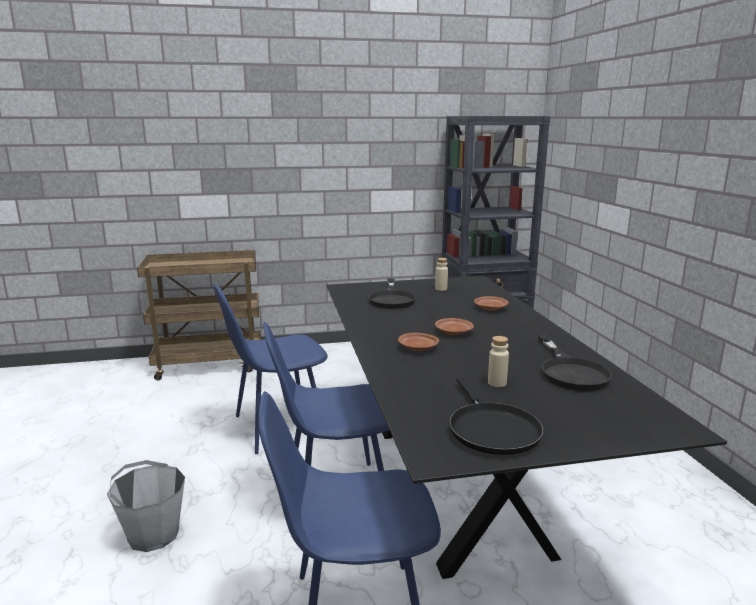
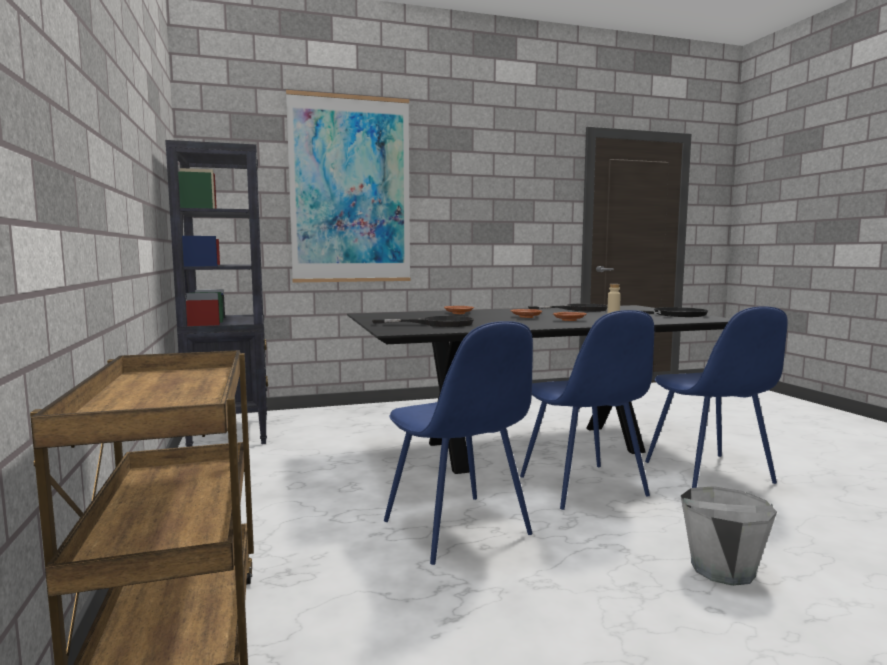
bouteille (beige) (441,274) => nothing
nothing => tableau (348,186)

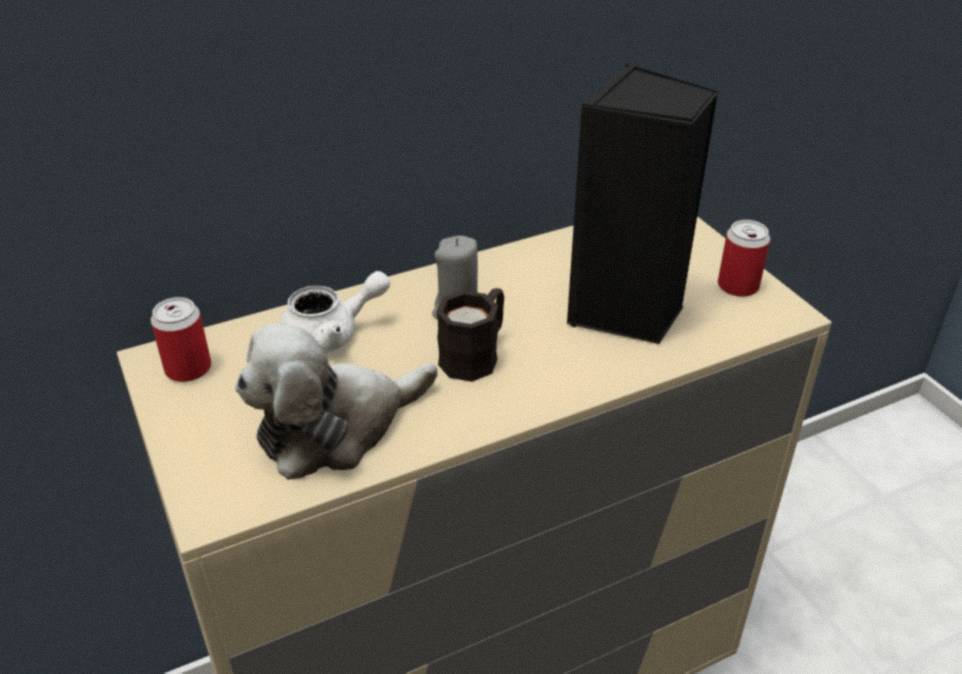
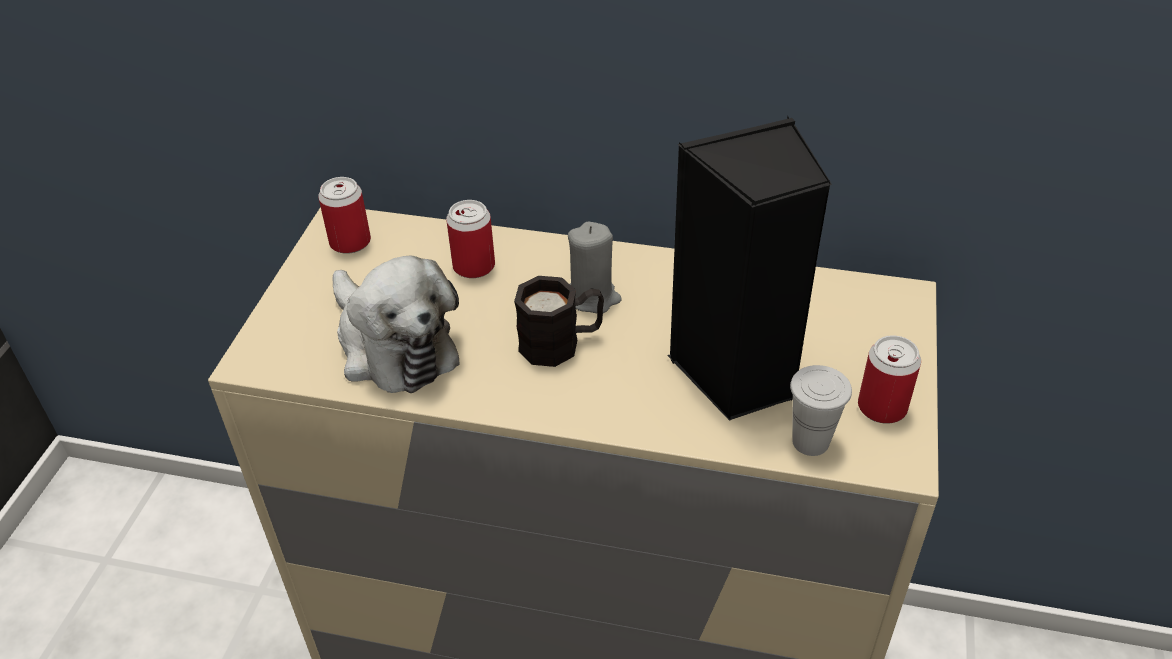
théière (blanc) (334,312) => boîte métallique (470,239)
peluche (336,401) => peluche (396,324), 135 degrees counterclockwise
nothing => tasse (blanc) (821,410)

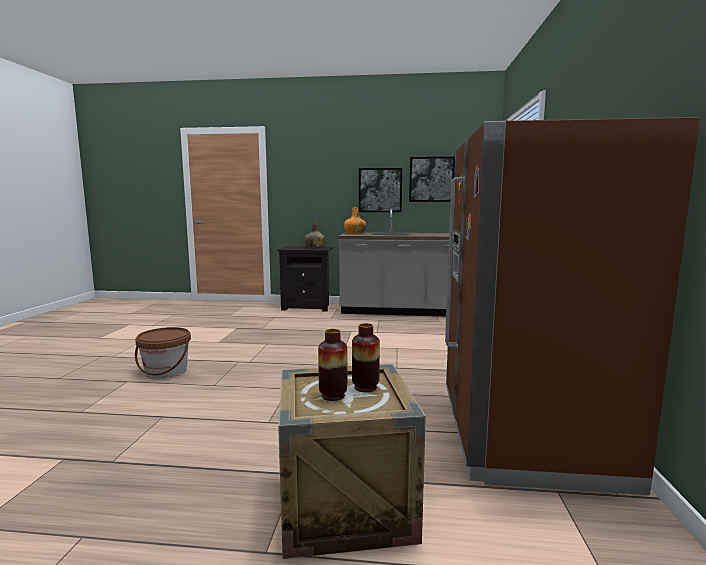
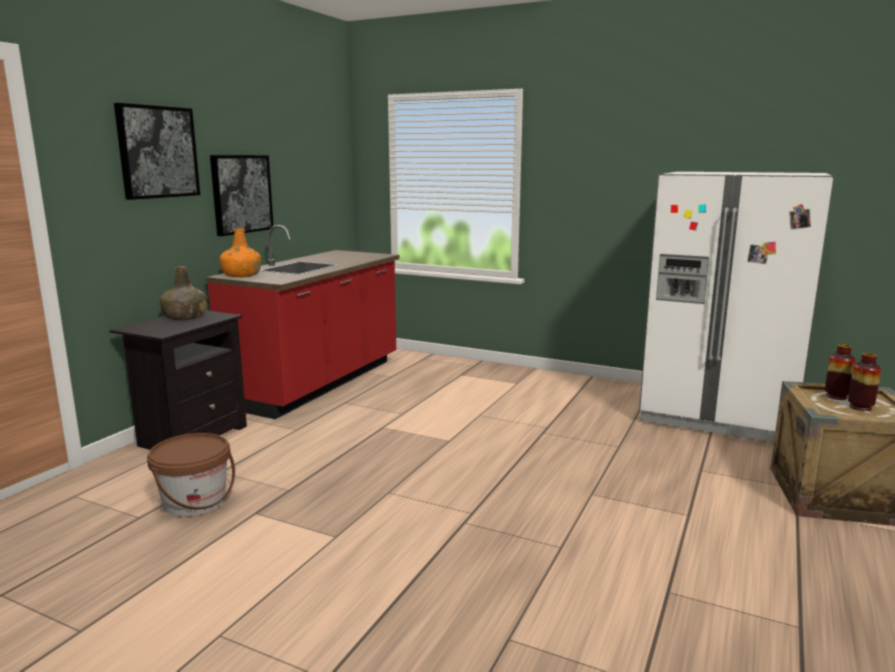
réfrigérateur (marron) (572,306) => réfrigérateur (blanc) (736,307)
tableau (432,179) => tableau (157,151), shifted
comptoir de cuisine (gris) (393,262) => comptoir de cuisine (rouge) (303,322)
seau (marron) (163,353) => seau (marron) (191,475), shifted

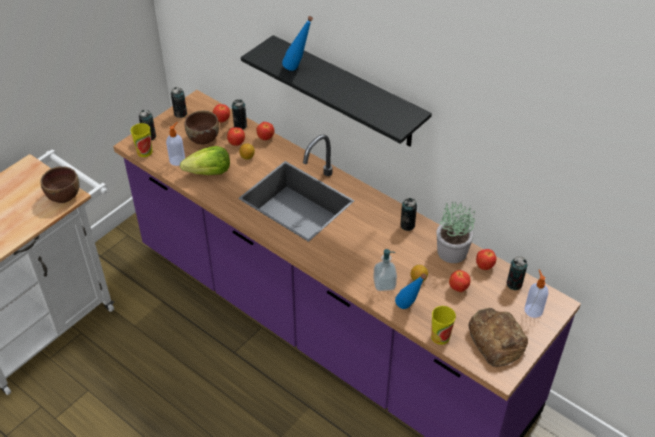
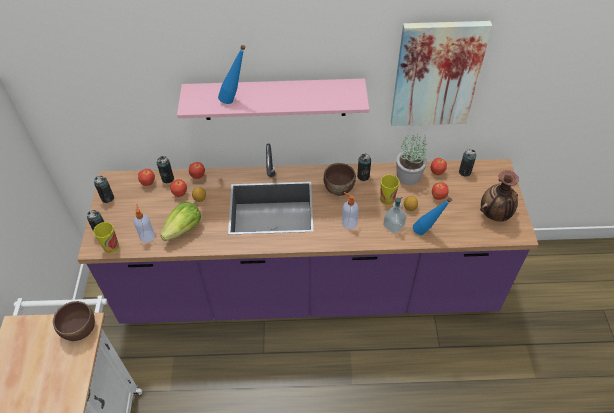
étagère (noir) (336,91) => étagère (rose) (273,99)
bol (marron) (202,127) => bol (marron) (340,179), shifted
distributeur de savon (536,293) => distributeur de savon (350,210), shifted
tasse (443,325) => tasse (389,190), shifted
pain (498,337) => vase (499,196)
nothing => tableau (441,73)

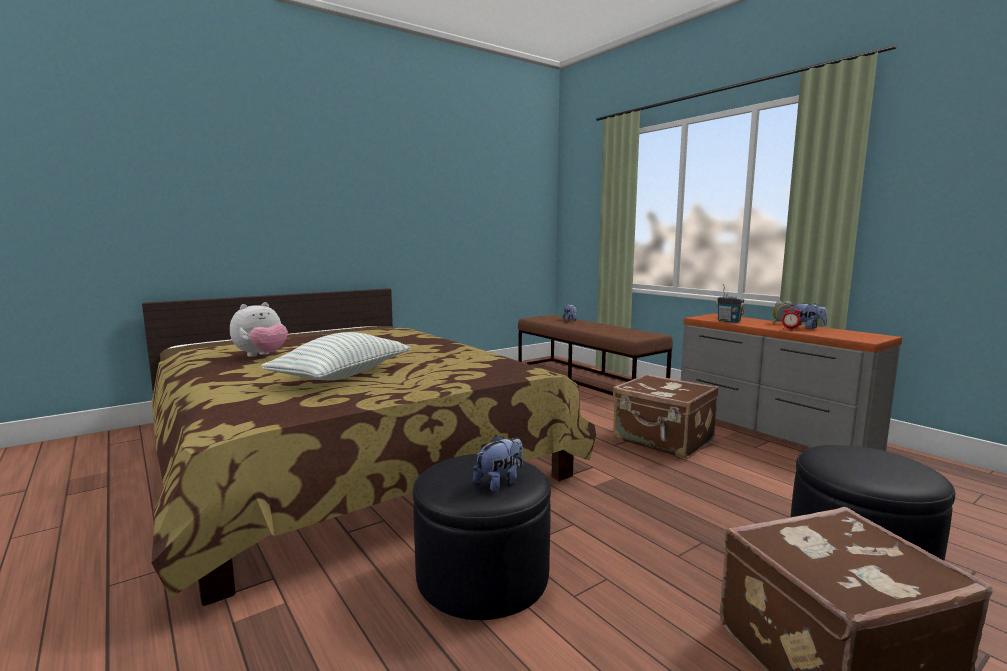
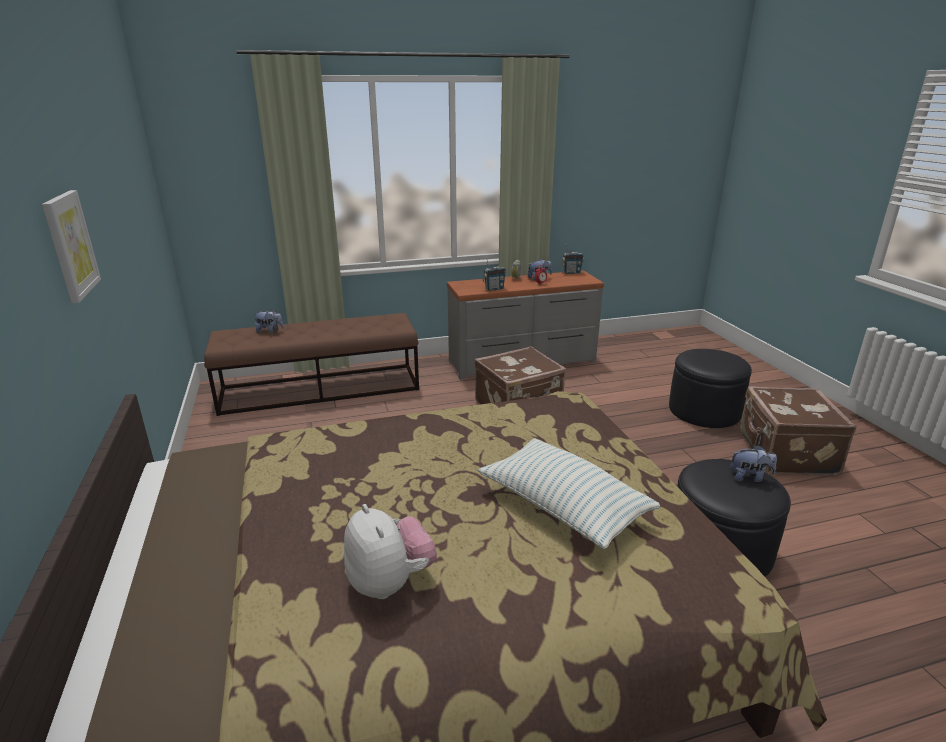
peluche (498,463) => peluche (753,463), 120 degrees clockwise
nothing => tableau (71,246)
nothing => radio (572,258)

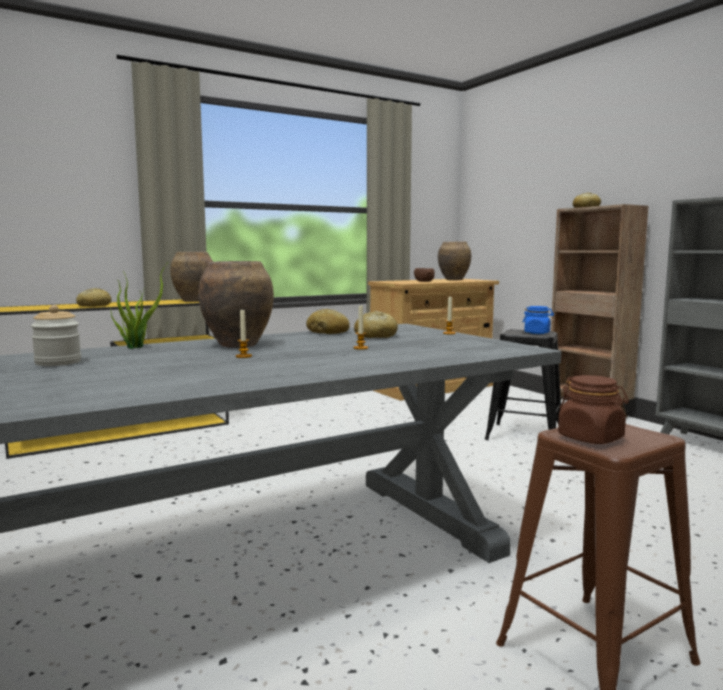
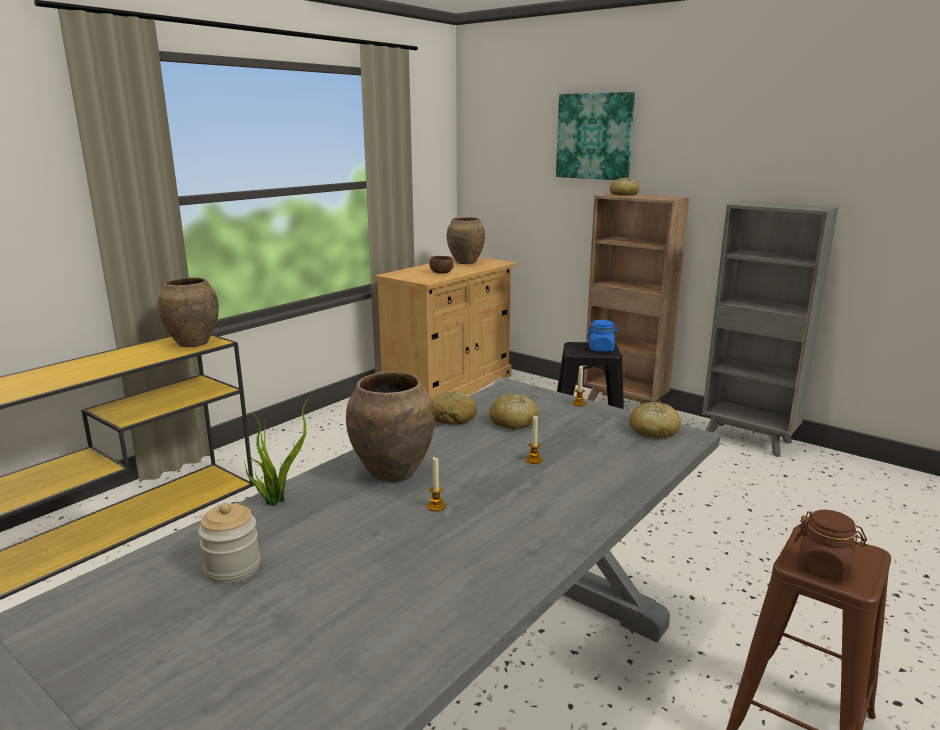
pain (93,297) => pain (655,420), shifted
nothing => tableau (595,136)

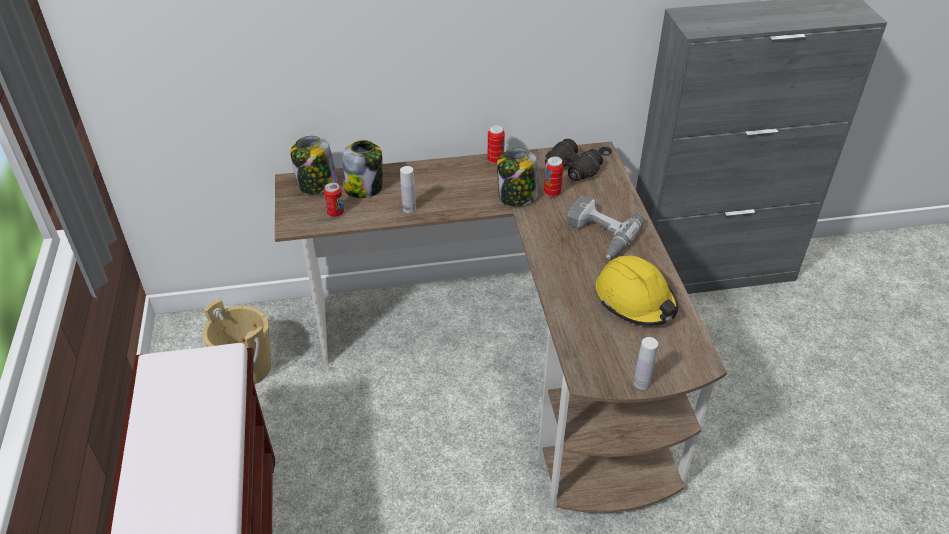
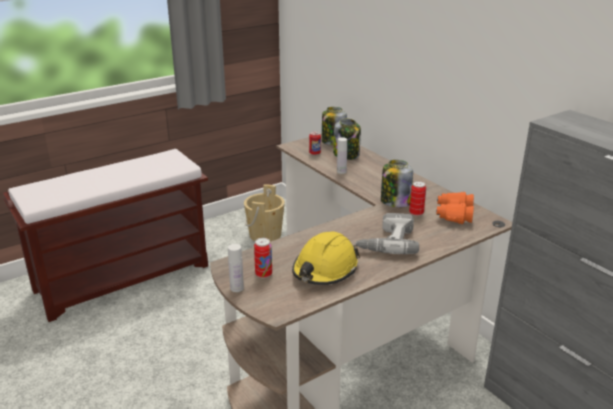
boîte métallique (496,144) => boîte métallique (263,258), shifted
jumelles (noir) (574,160) => jumelles (orange) (455,208)

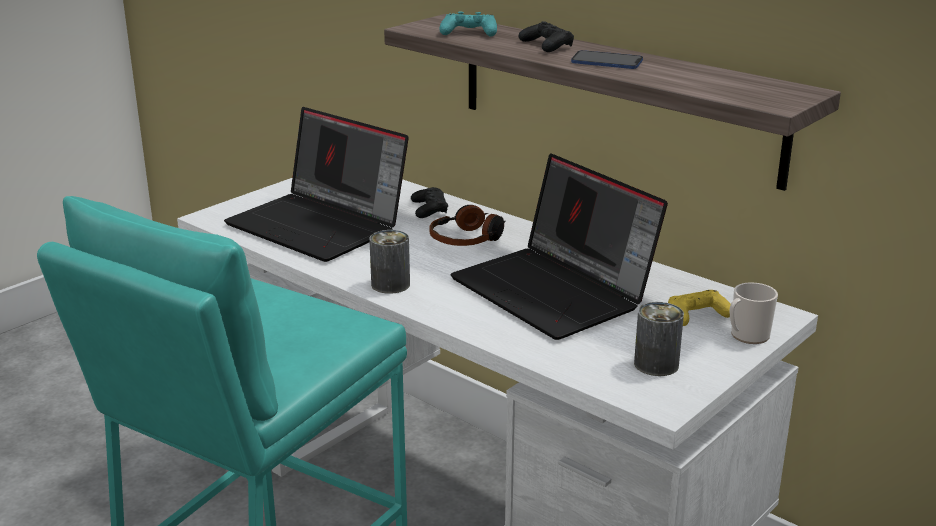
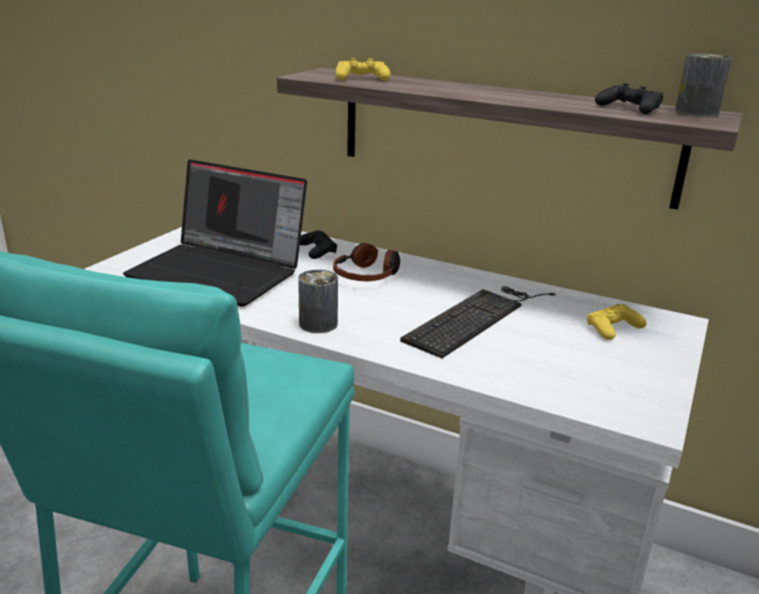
manette (turquoise) (468,24) => manette (jaune) (363,69)
manette (noir) (546,36) => manette (noir) (629,98), shifted
téléphone (607,59) => nothing
ordinateur portable (559,246) => clavier (477,322)
mug (753,313) => nothing
boîte métallique (659,339) => boîte métallique (703,85), shifted

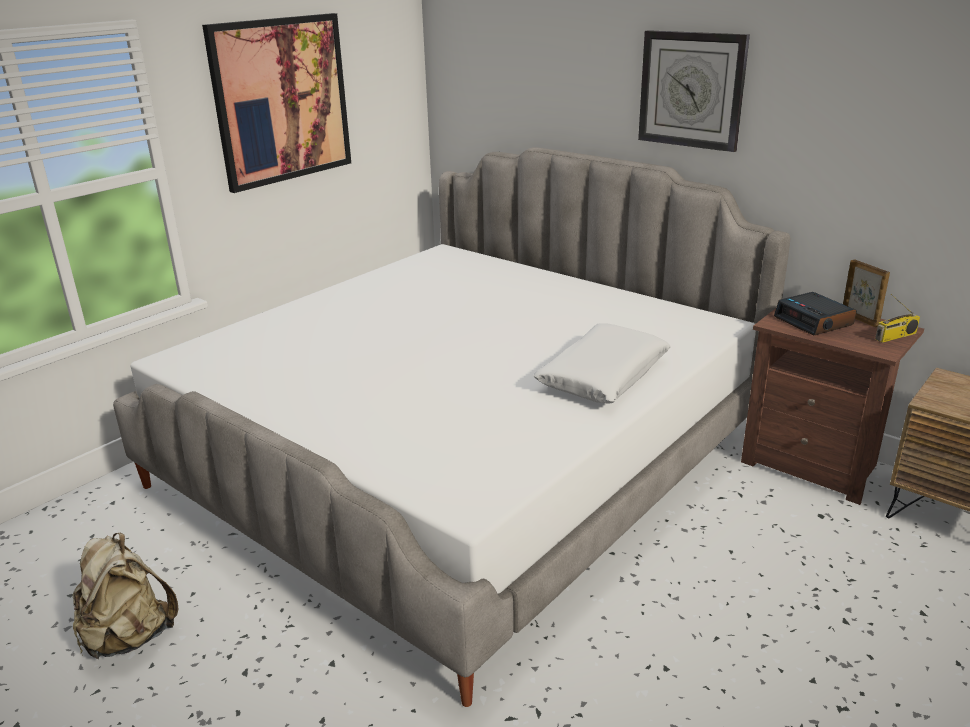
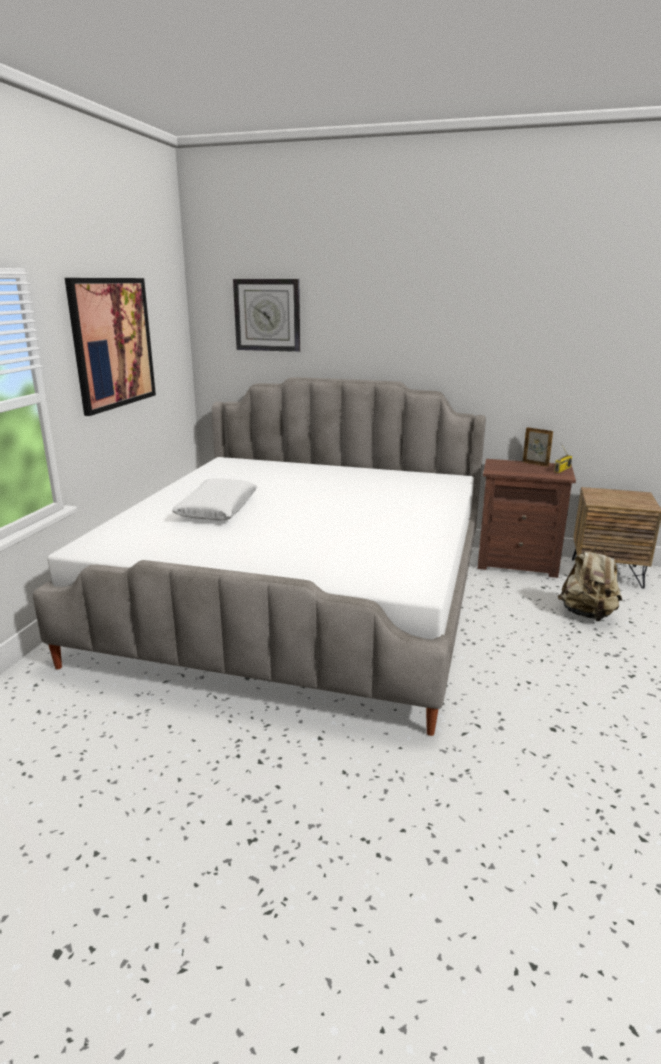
horloge murale (694,91) => horloge murale (266,315), shifted
réveil (815,314) => nothing
coussin (blanc) (602,363) => coussin (blanc) (214,499), shifted
sac à dos (beige) (125,596) => sac à dos (beige) (590,583), shifted

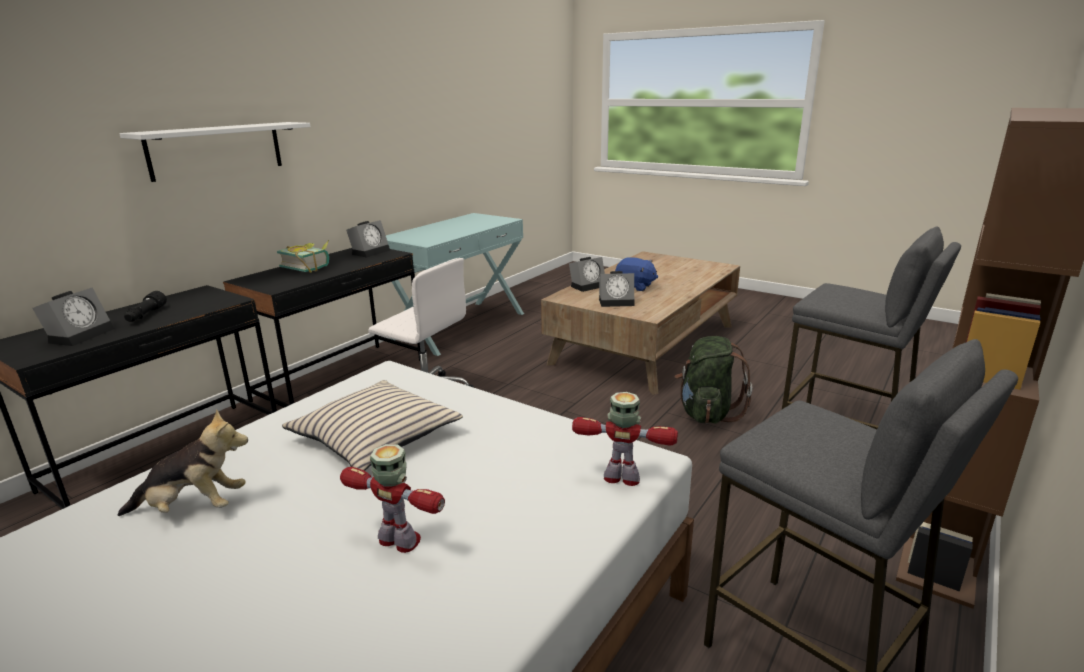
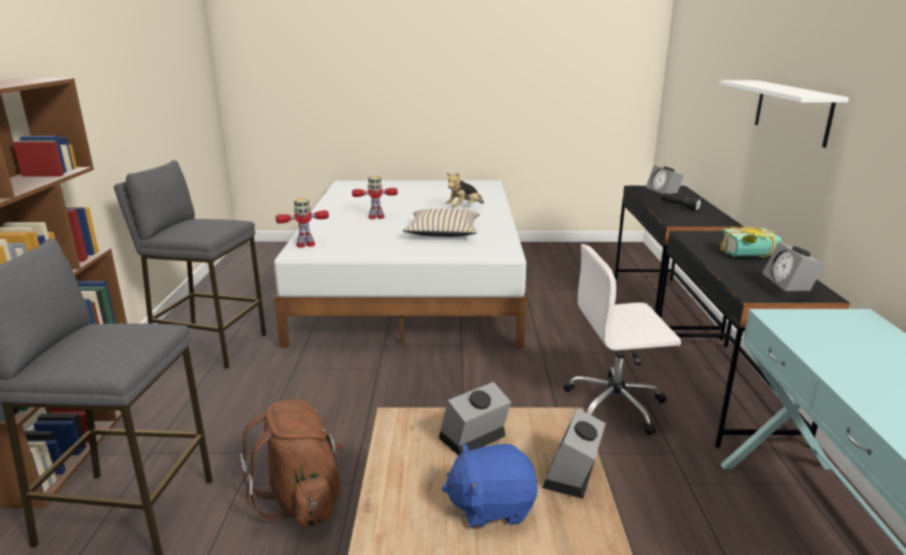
sac à dos (vert) (713,379) => sac à dos (marron) (292,463)

